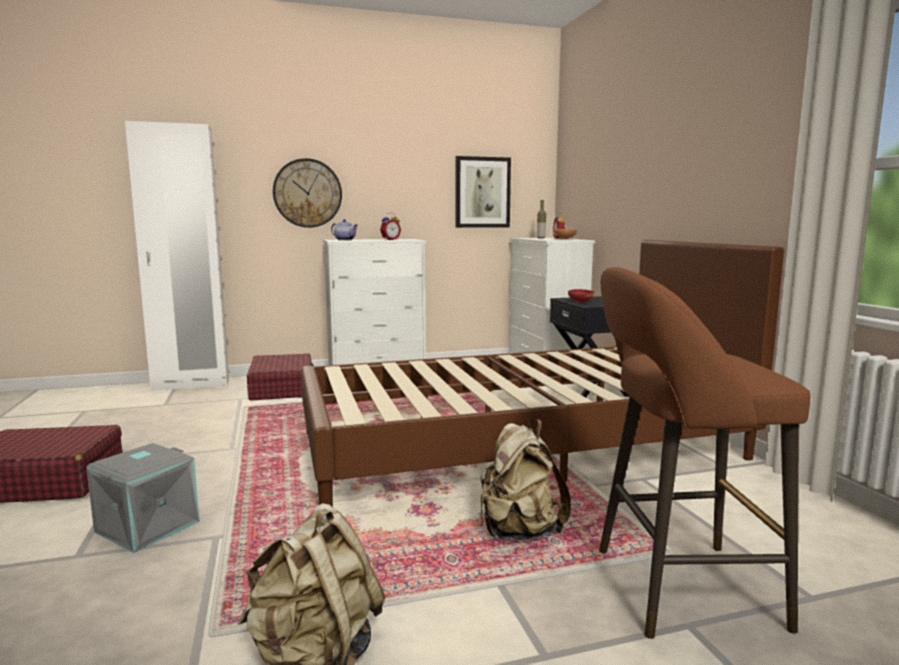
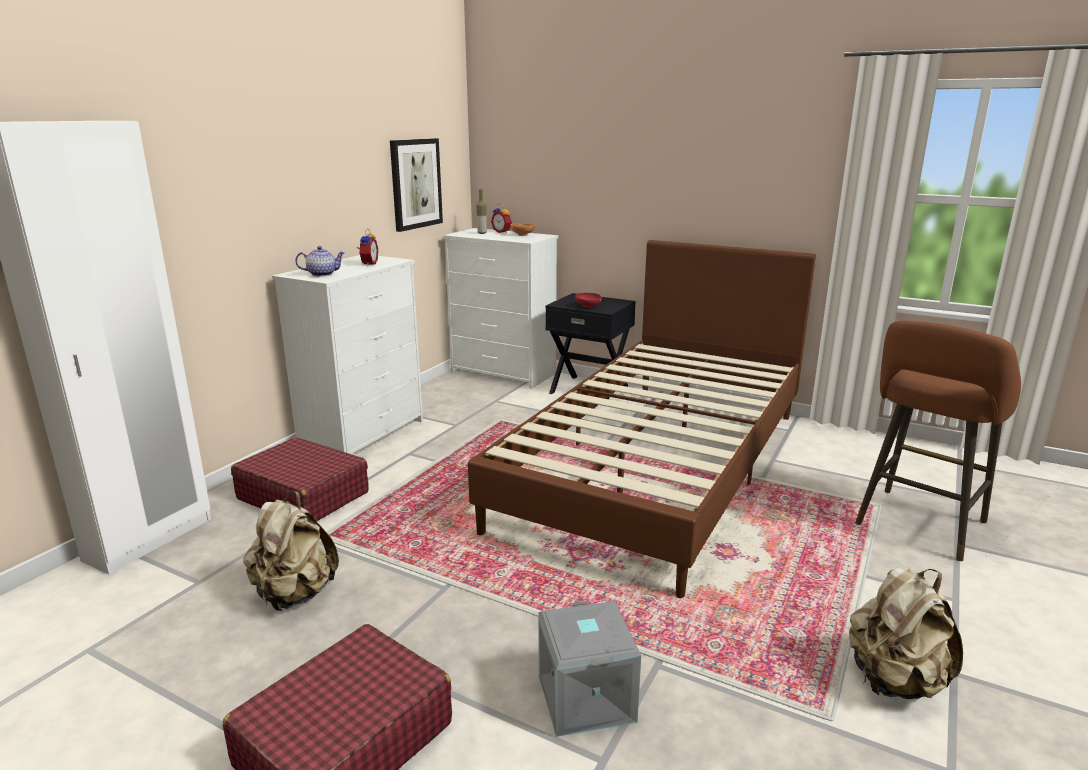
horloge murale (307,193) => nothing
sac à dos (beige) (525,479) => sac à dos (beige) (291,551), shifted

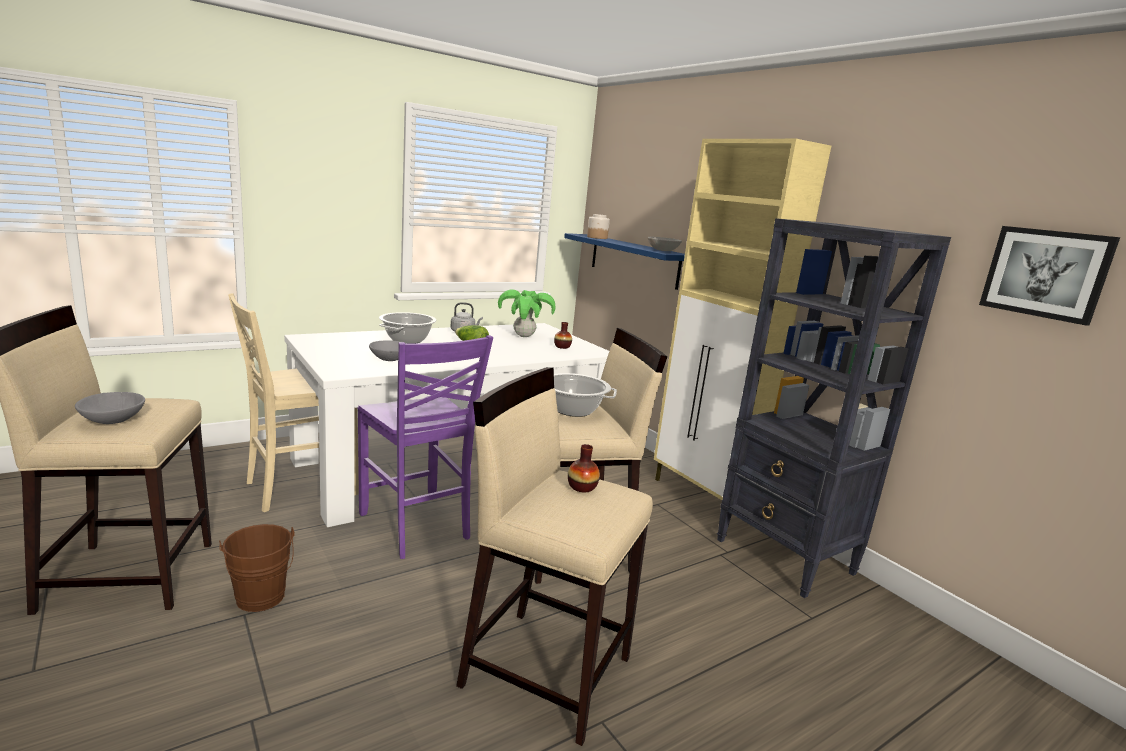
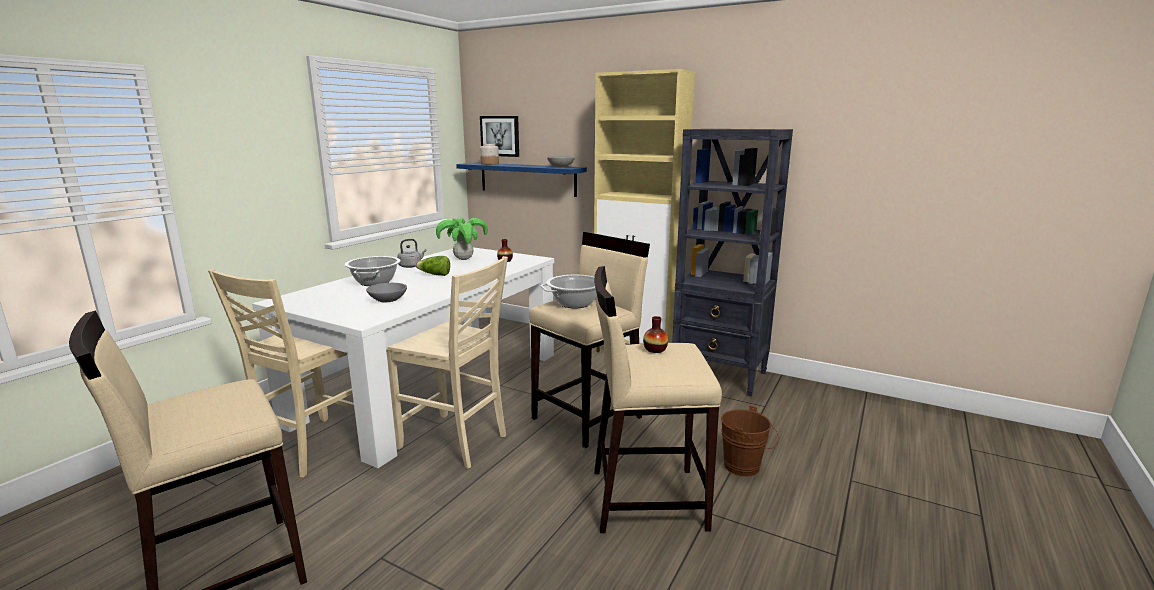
tableau (1049,276) => tableau (499,136), shifted
chaise (violet) (425,447) => chaise (beige) (447,362)
bol (gris) (110,408) => nothing
seau (marron) (257,568) => seau (marron) (750,441), shifted

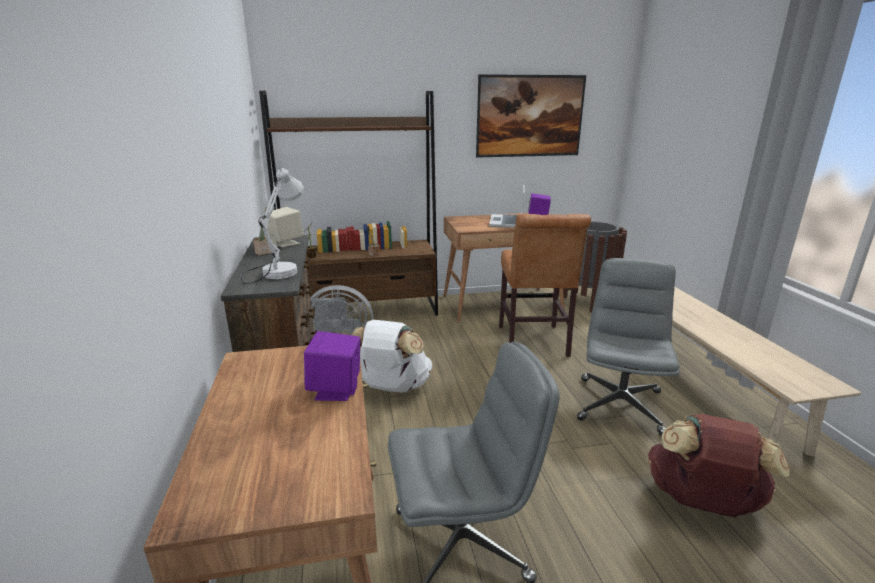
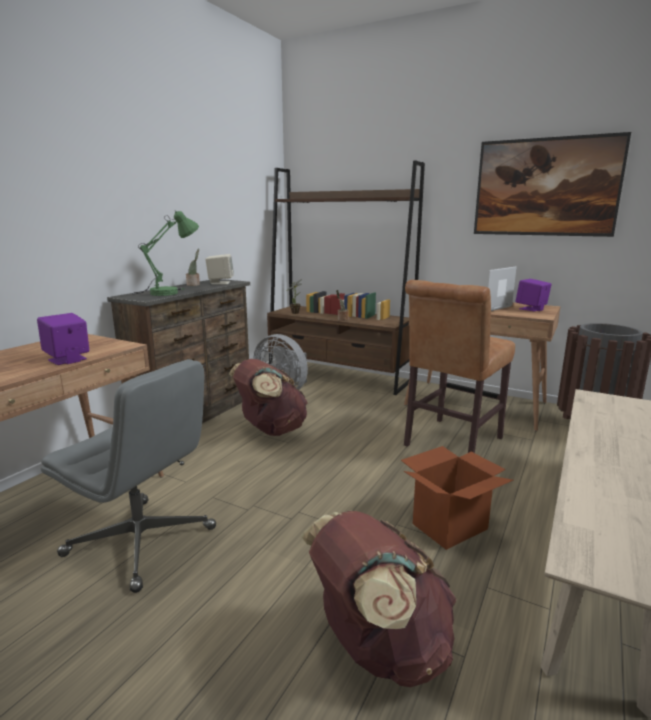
lampe de table (blanc) (272,226) => lampe de table (vert) (165,253)
chaise de bureau (gris) (628,347) => carton (457,498)
sac à dos (blanc) (392,356) => sac à dos (marron) (268,397)

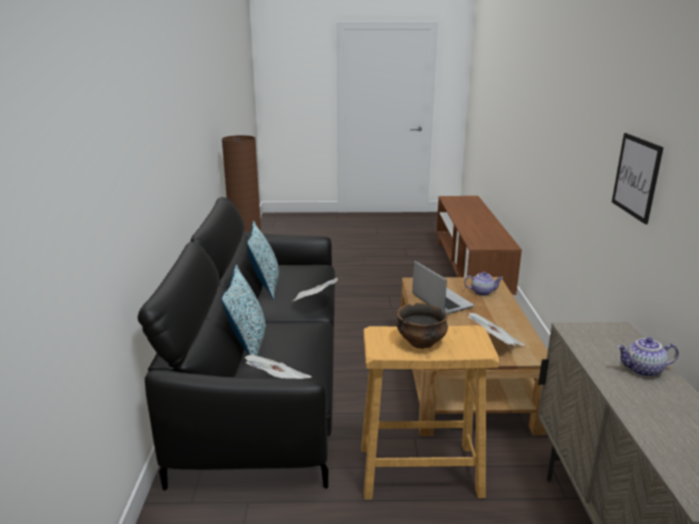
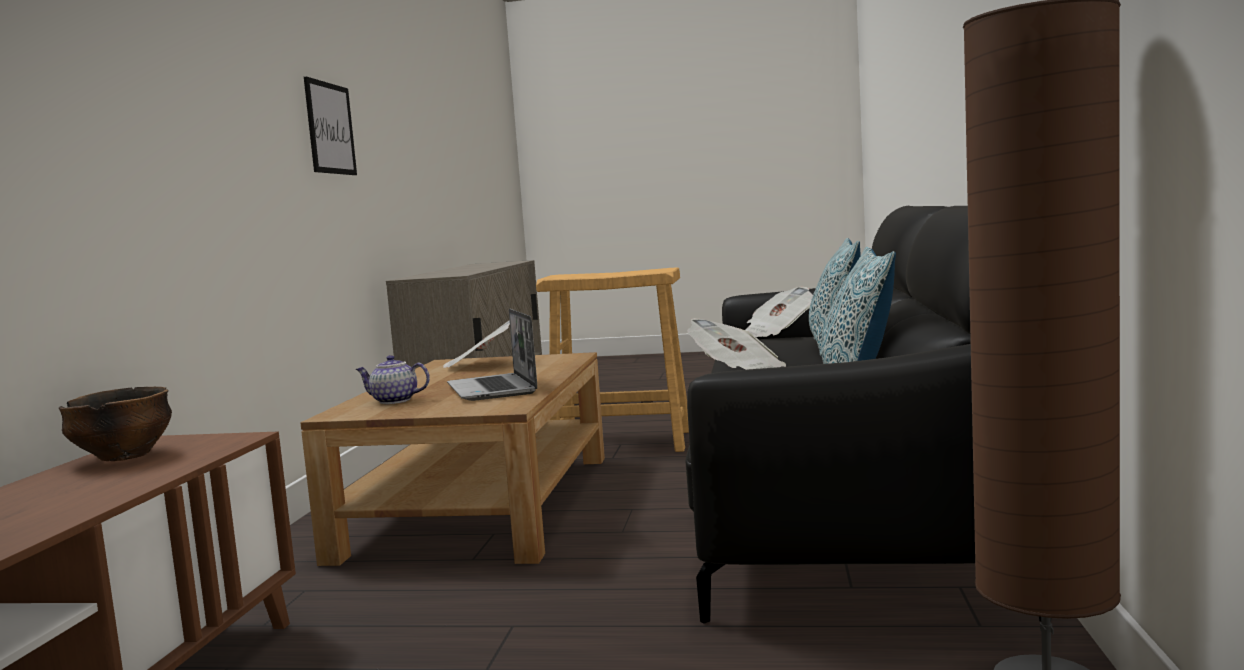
bol (422,326) => bol (115,424), shifted
théière (648,357) => nothing

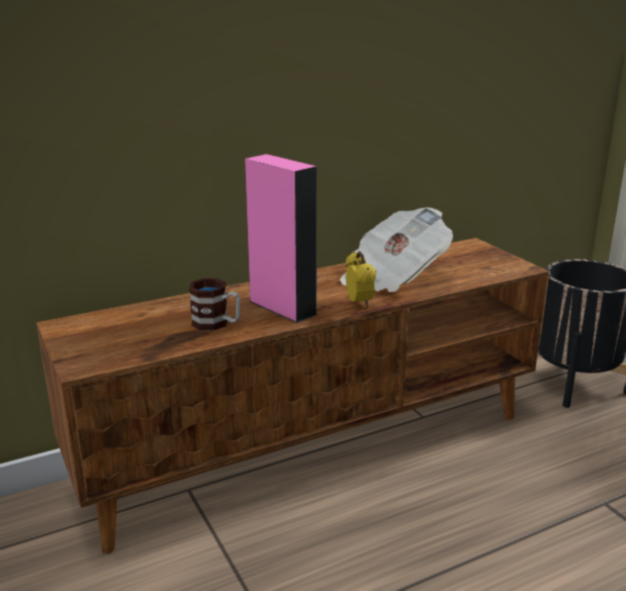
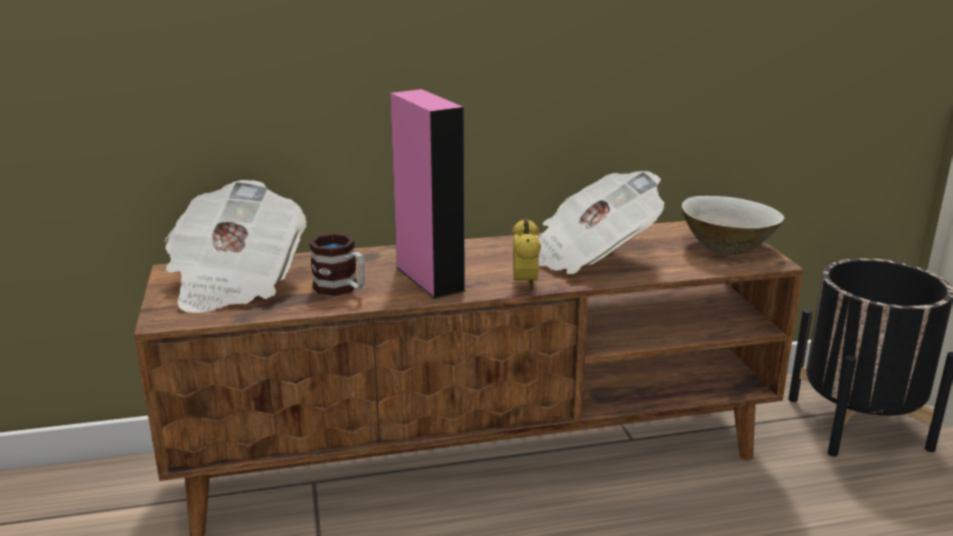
nothing => journal (235,246)
nothing => bol (beige) (733,225)

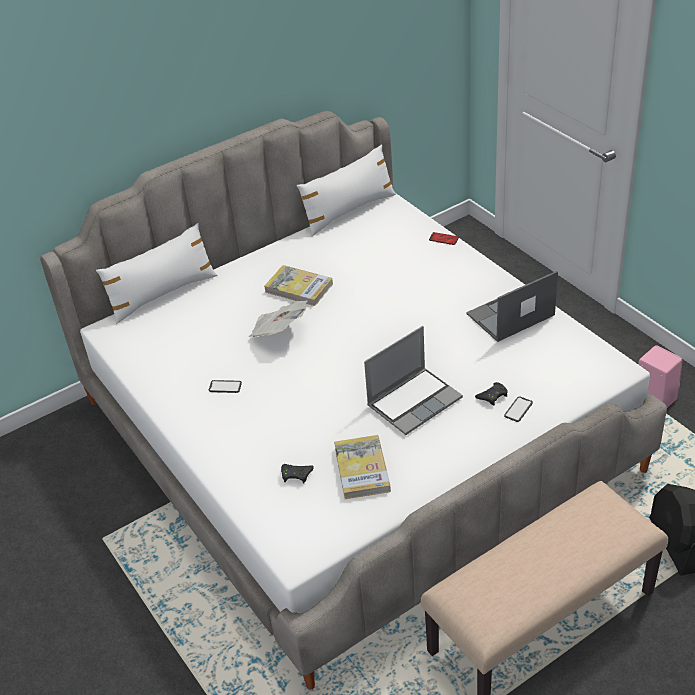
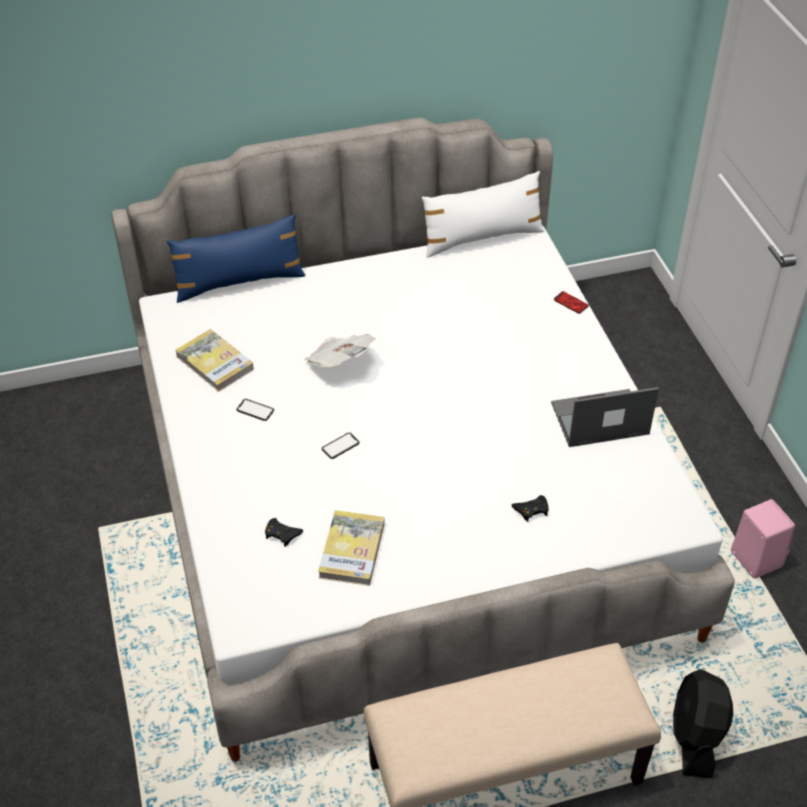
coussin (blanc) (156,273) => coussin (bleu) (236,258)
livre (298,285) => livre (214,360), shifted
ordinateur portable (413,380) => nothing
téléphone (518,409) => téléphone (341,445), shifted

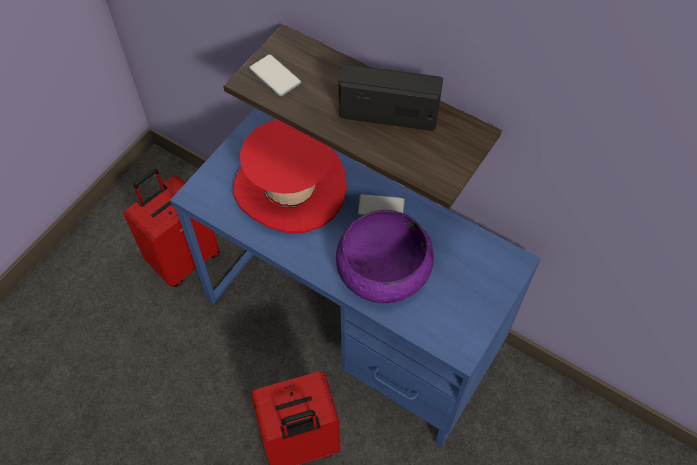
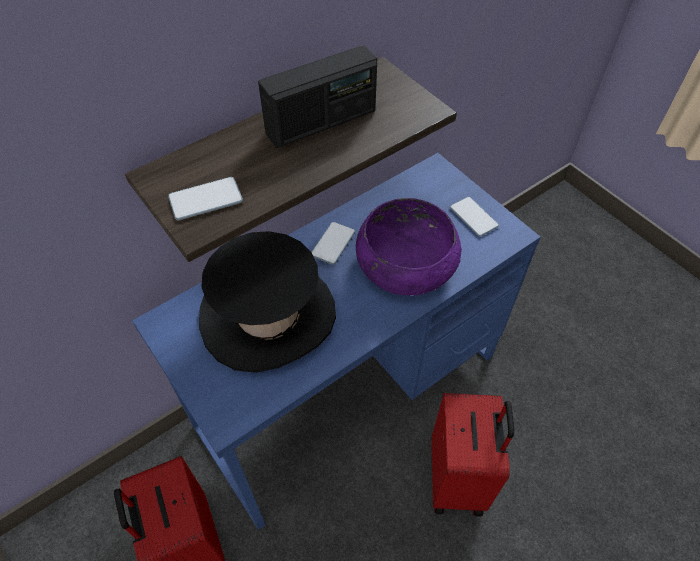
radio (391,97) => radio (317,96), 150 degrees counterclockwise
chapeau (rouge) (290,176) => chapeau (noir) (267,302)
nothing => téléphone (474,217)

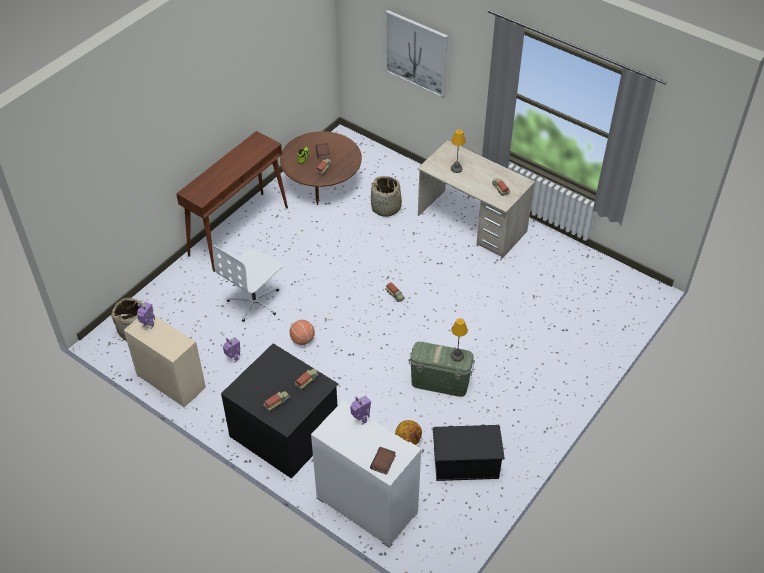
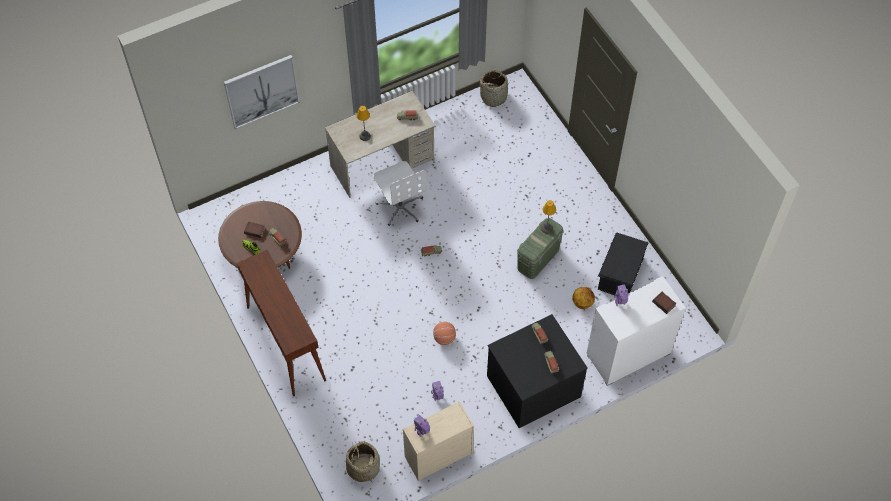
panier (387,196) => panier (494,88), shifted
chaise de bureau (blanc) (247,283) => chaise de bureau (blanc) (400,193), shifted

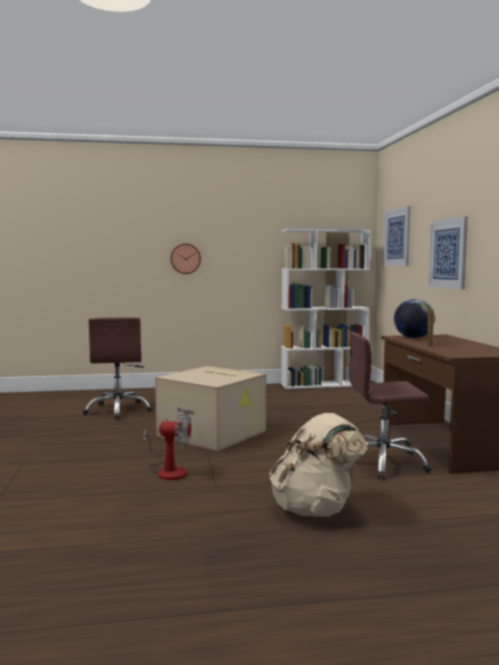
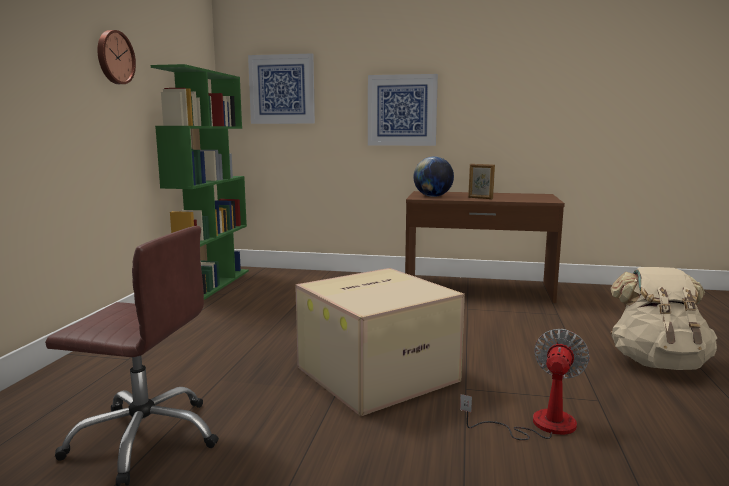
bibliothèque (blanc) (326,309) => bibliothèque (vert) (200,182)
horloge murale (185,259) => horloge murale (116,57), shifted
chaise de bureau (marron) (390,406) => nothing

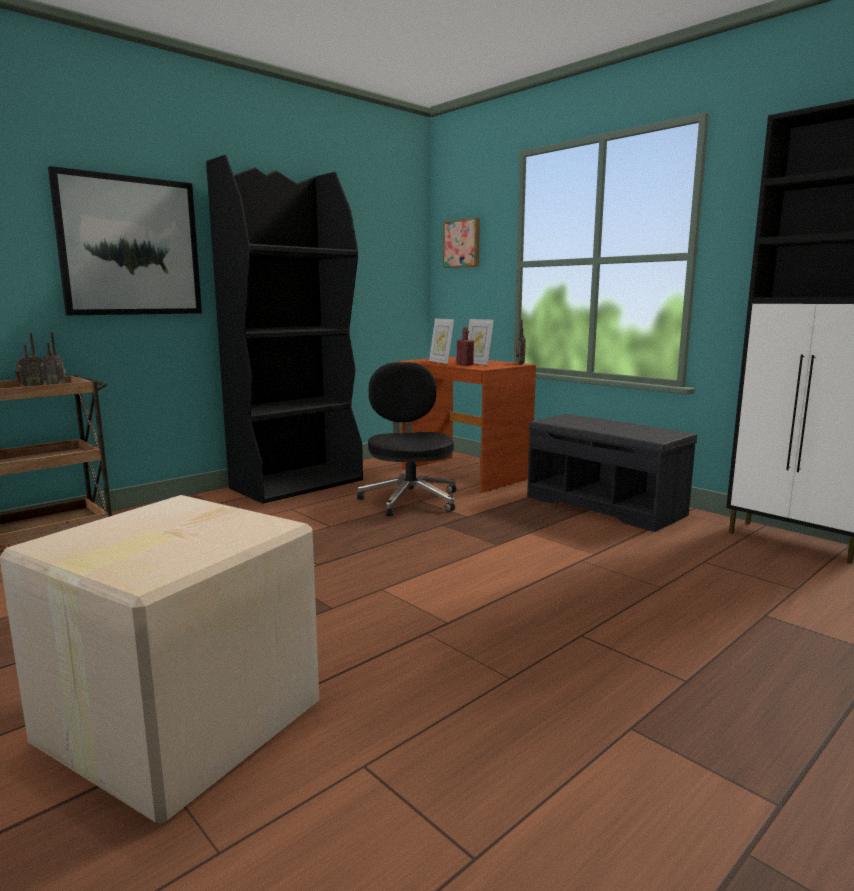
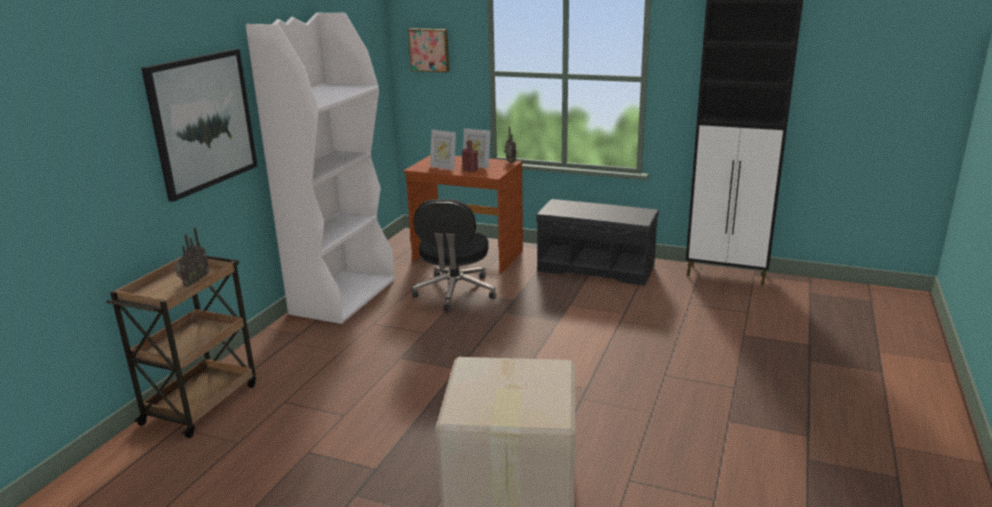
bibliothèque (noir) (284,329) => bibliothèque (blanc) (320,168)
chaise de bureau (noir) (406,439) => chaise de bureau (noir) (454,255), 135 degrees counterclockwise

